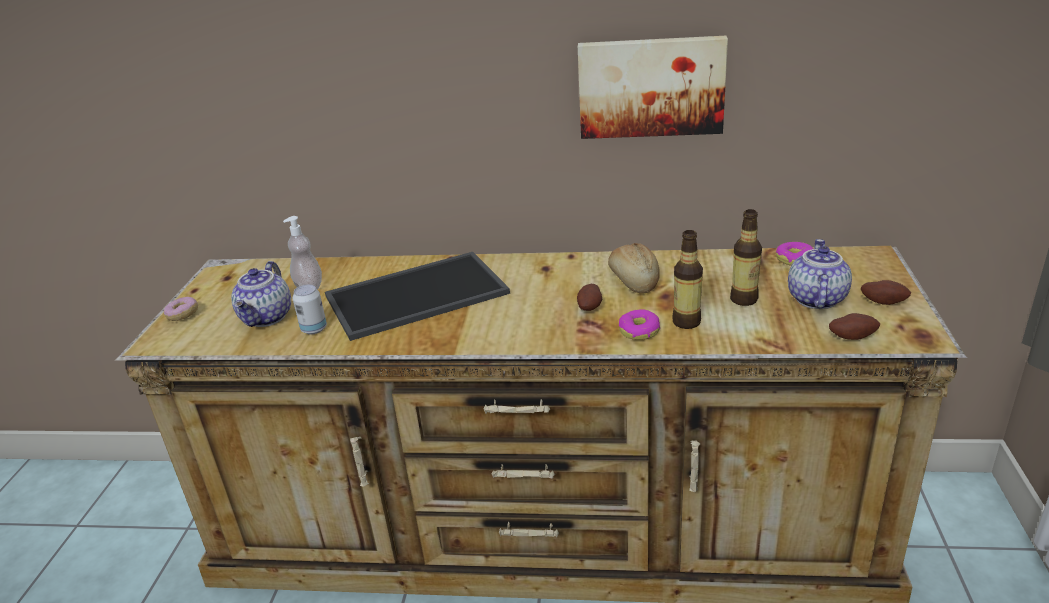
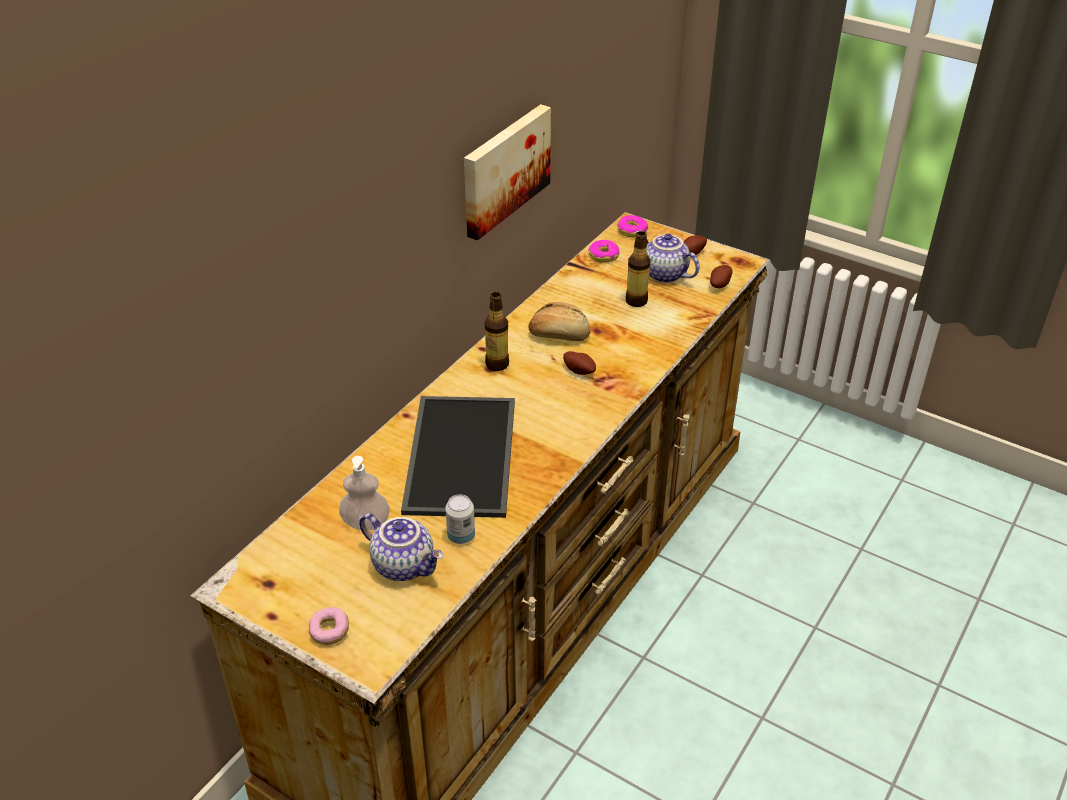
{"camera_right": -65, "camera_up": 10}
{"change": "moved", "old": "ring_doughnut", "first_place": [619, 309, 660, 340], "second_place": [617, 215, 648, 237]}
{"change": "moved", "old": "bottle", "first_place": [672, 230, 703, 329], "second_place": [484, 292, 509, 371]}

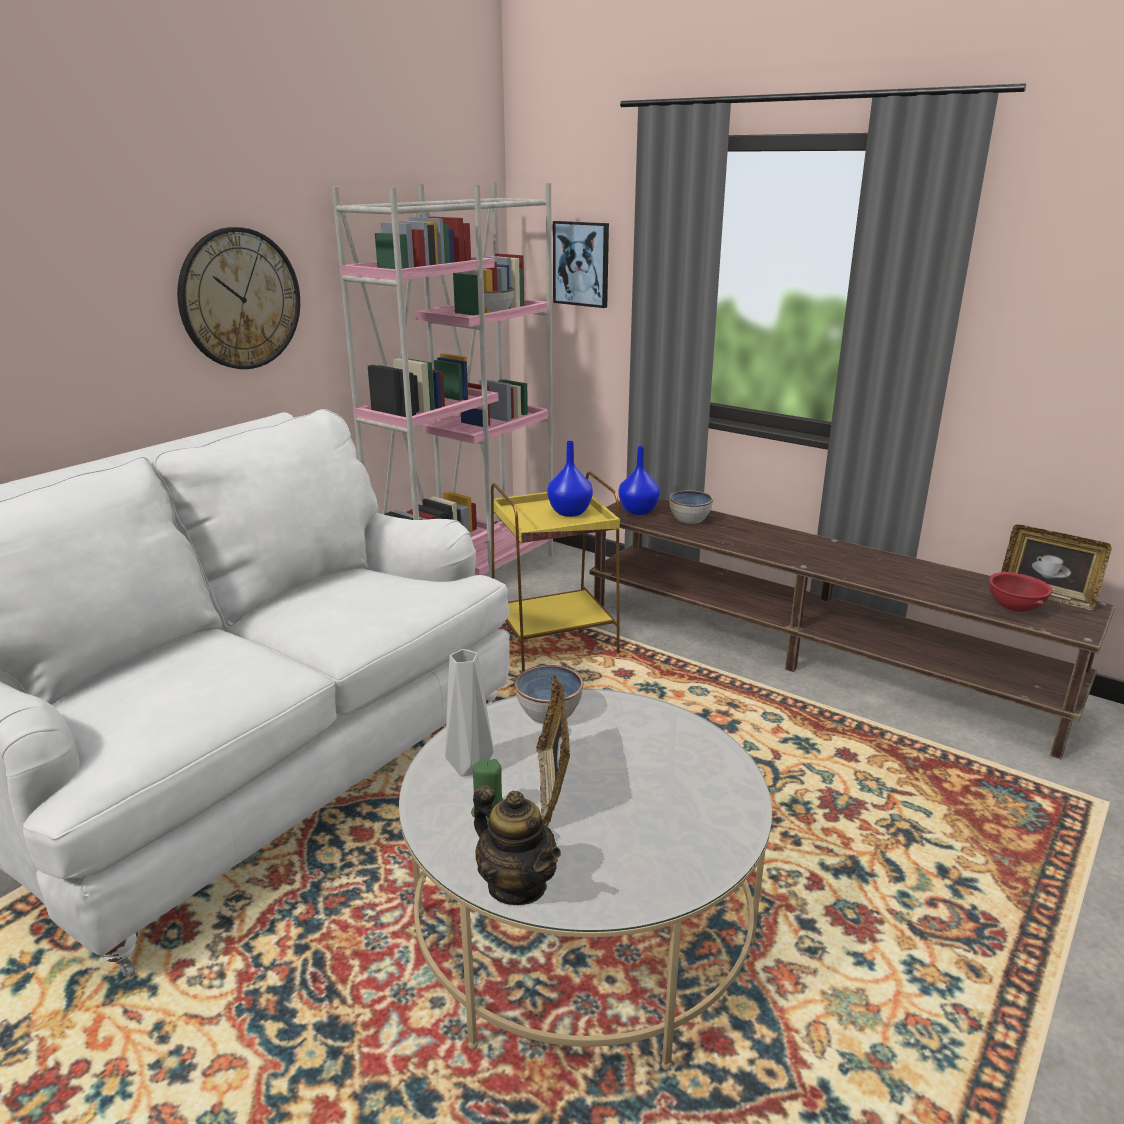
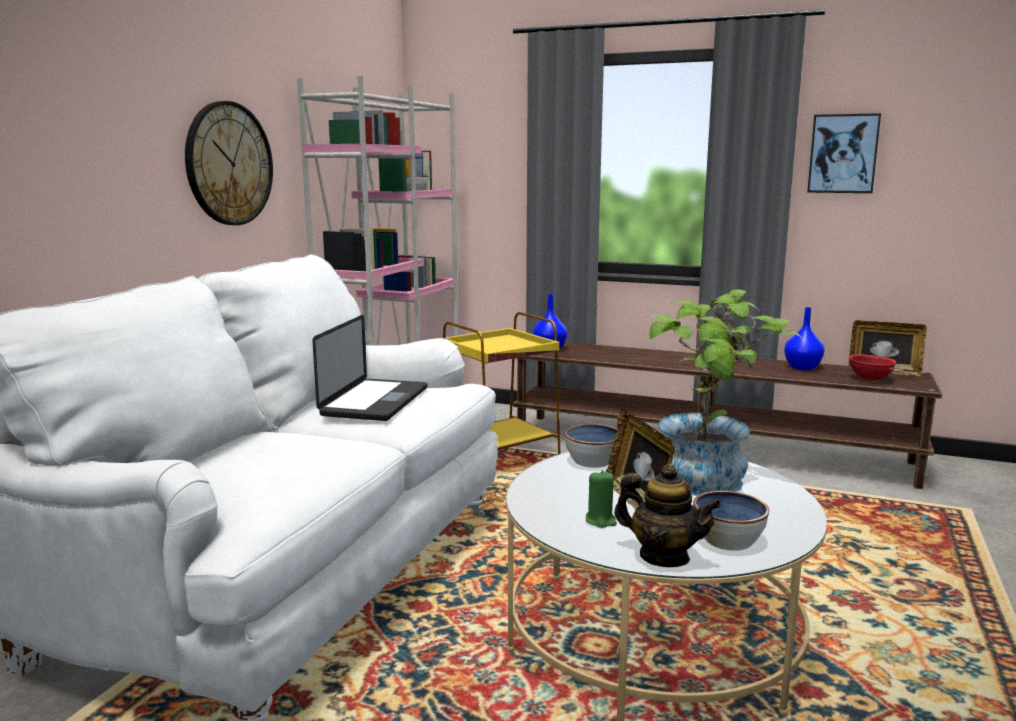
{"camera_right": -15, "camera_up": -10}
{"change": "removed", "old": "gray_vase", "first_place": [445, 649, 493, 776]}
{"change": "added", "new": "notebook_computer", "second_place": [312, 315, 428, 421]}
{"change": "added", "new": "potted_plant", "second_place": [647, 289, 804, 496]}
{"change": "moved", "old": "bluish_vase", "first_place": [547, 441, 593, 517], "second_place": [784, 307, 824, 370]}
{"change": "moved", "old": "wall_art", "first_place": [553, 221, 609, 308], "second_place": [807, 113, 881, 193]}
{"change": "moved", "old": "deep_dish", "first_place": [669, 490, 713, 524], "second_place": [693, 491, 769, 551]}

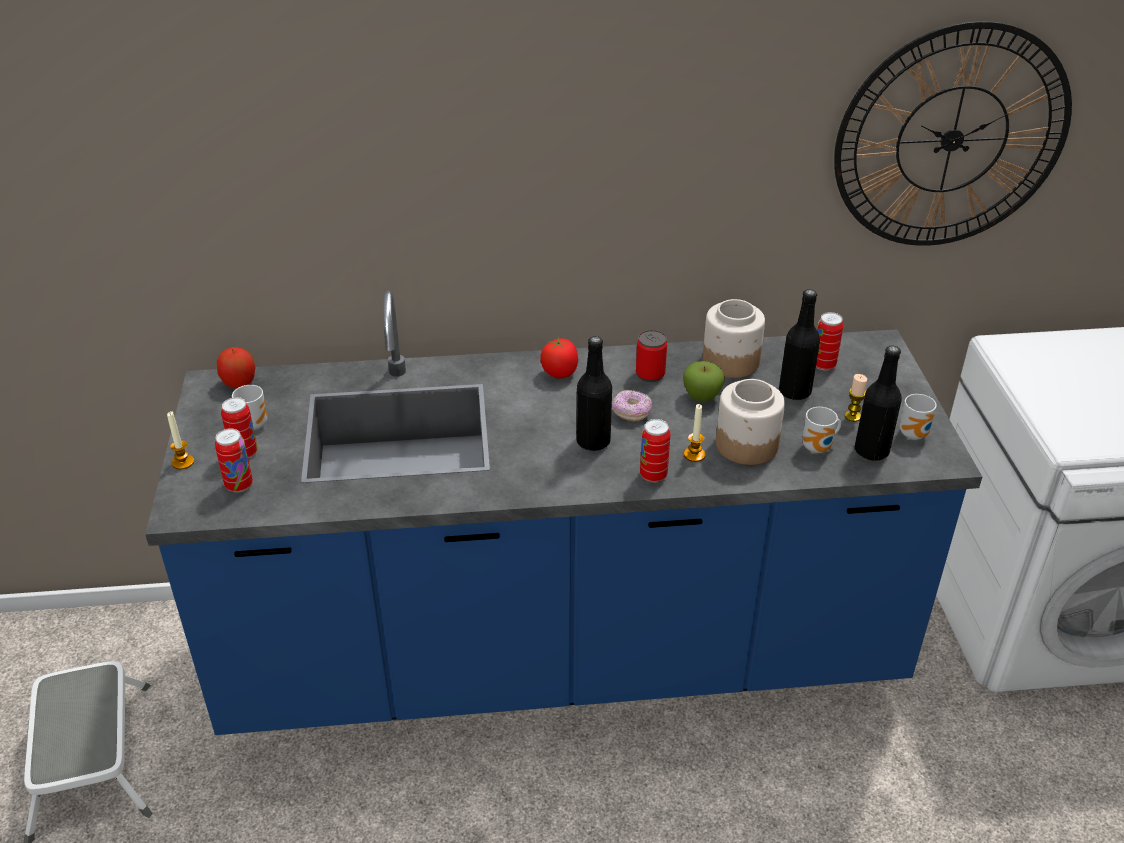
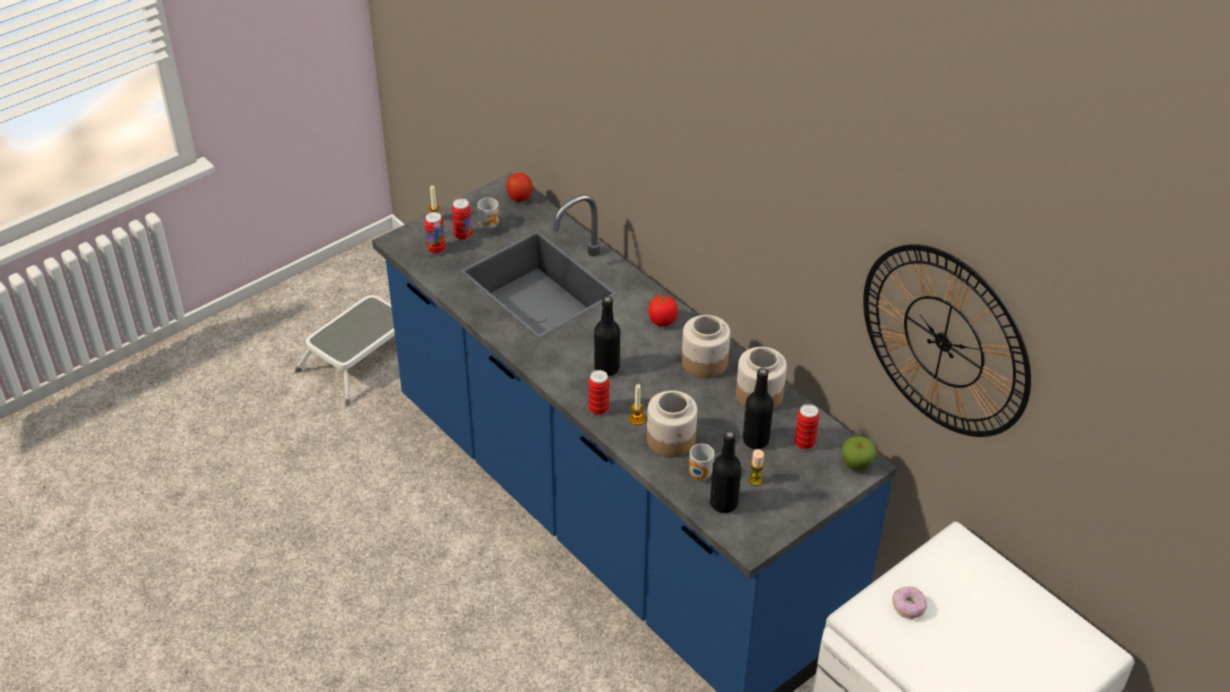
{"camera_right": 55, "camera_up": 5}
{"change": "removed", "old": "mug", "first_place": [900, 394, 937, 440]}
{"change": "moved", "old": "ring_doughnut", "first_place": [613, 390, 652, 421], "second_place": [892, 586, 927, 619]}
{"change": "moved", "old": "whole_apple", "first_place": [683, 361, 725, 402], "second_place": [841, 436, 877, 470]}
{"change": "replaced", "old": "metal_can", "new": "preserve_jar", "first_place": [636, 330, 667, 382], "second_place": [682, 315, 730, 378]}

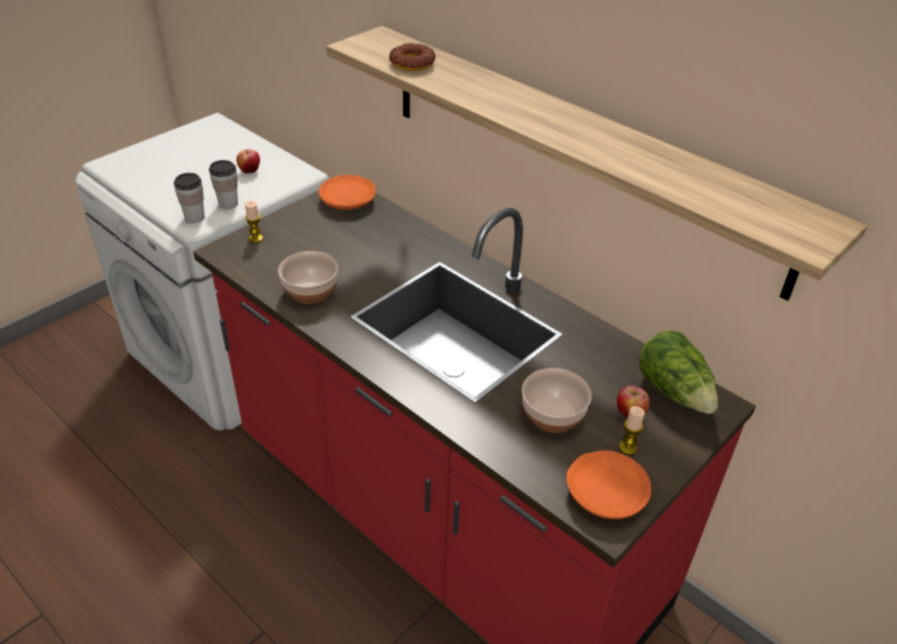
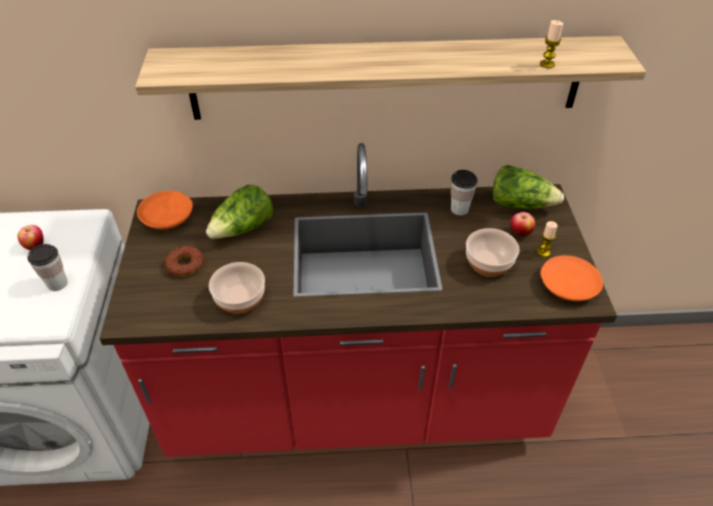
{"camera_right": -45, "camera_up": 5}
{"change": "added", "new": "lettuce", "second_place": [206, 185, 273, 239]}
{"change": "moved", "old": "small_cup", "first_place": [174, 173, 205, 223], "second_place": [451, 170, 478, 215]}
{"change": "moved", "old": "wax_light", "first_place": [245, 201, 263, 243], "second_place": [540, 20, 563, 68]}
{"change": "moved", "old": "ring_doughnut", "first_place": [389, 43, 436, 71], "second_place": [165, 246, 204, 276]}

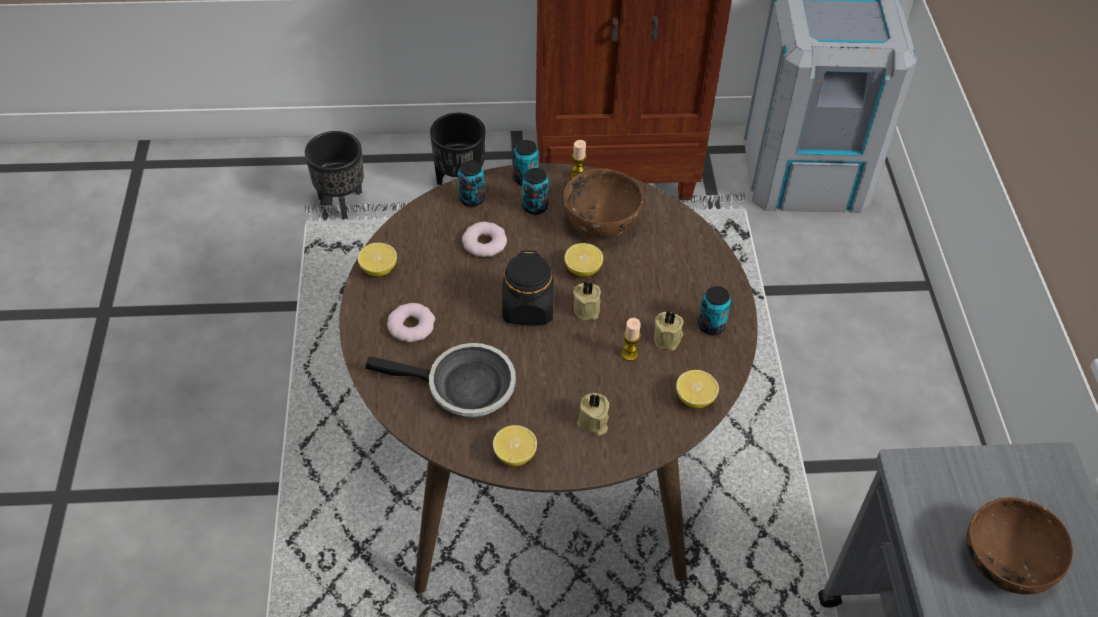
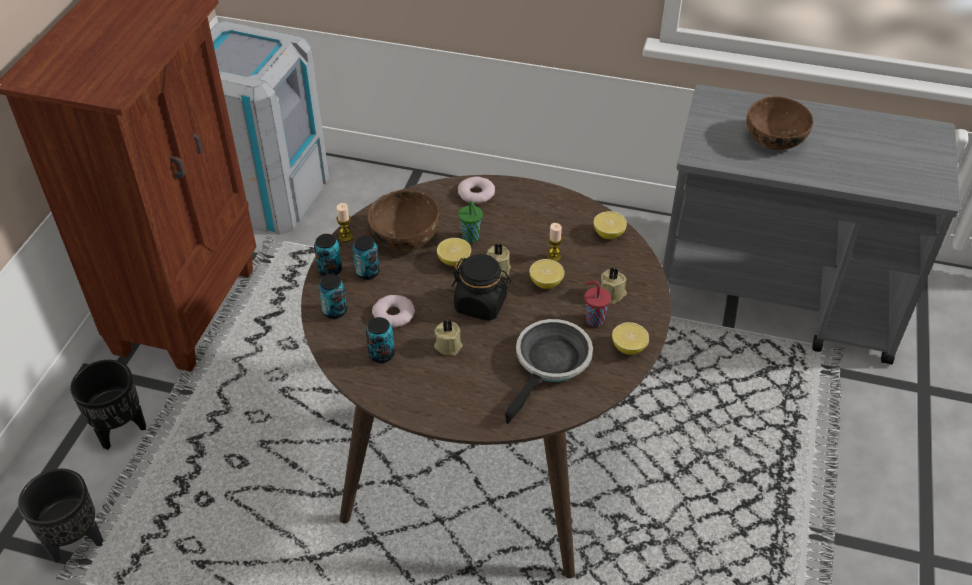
{"camera_right": -70, "camera_up": -5}
{"change": "added", "new": "greenish_small_cup", "second_place": [458, 201, 483, 243]}
{"change": "added", "new": "red_small_cup", "second_place": [584, 280, 611, 327]}
{"change": "moved", "old": "whole_lemon", "first_place": [358, 243, 397, 276], "second_place": [529, 259, 565, 289]}
{"change": "moved", "old": "ring_doughnut", "first_place": [387, 303, 435, 343], "second_place": [458, 177, 495, 204]}
{"change": "moved", "old": "sand-coloured_wax_light", "first_place": [654, 311, 683, 351], "second_place": [434, 320, 462, 356]}
{"change": "moved", "old": "metal_can", "first_place": [698, 286, 731, 335], "second_place": [366, 317, 395, 363]}

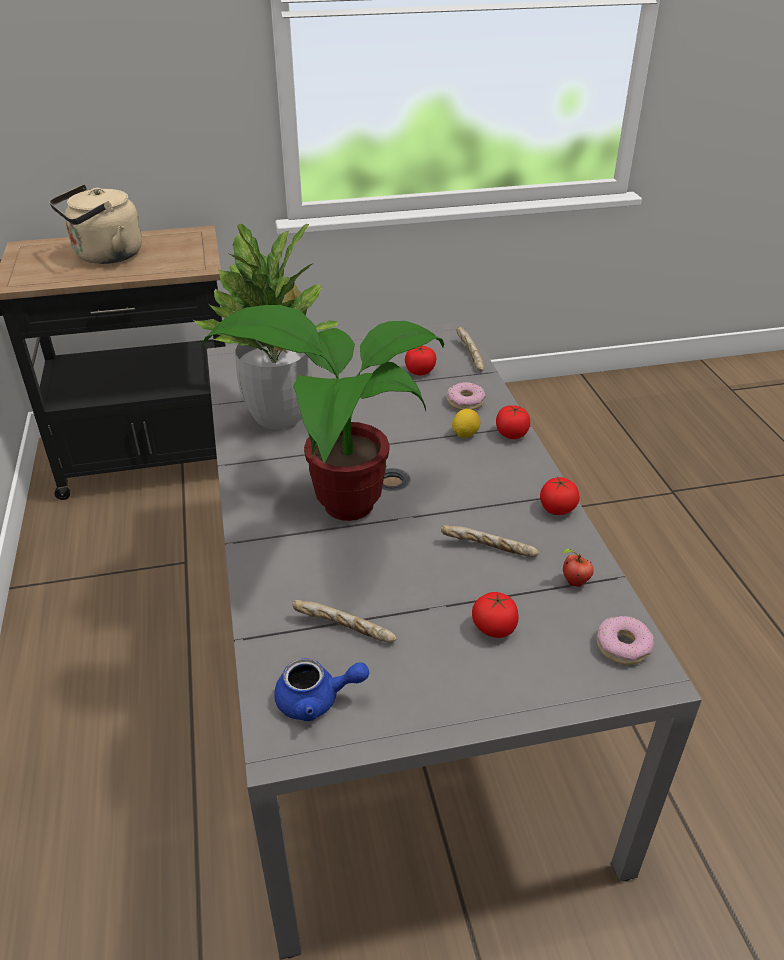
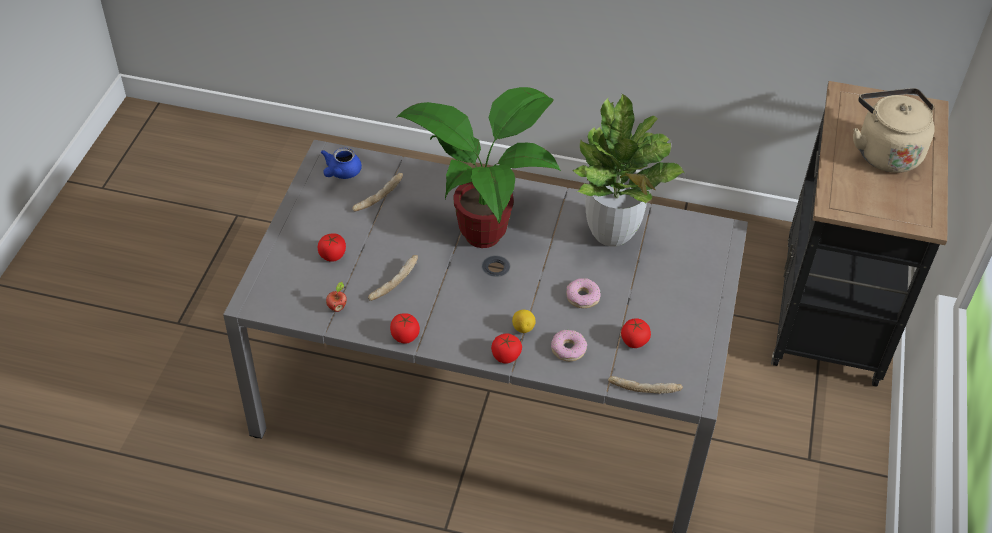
{"camera_right": 115, "camera_up": 10}
{"change": "moved", "old": "ring_doughnut", "first_place": [596, 616, 654, 665], "second_place": [566, 278, 601, 308]}

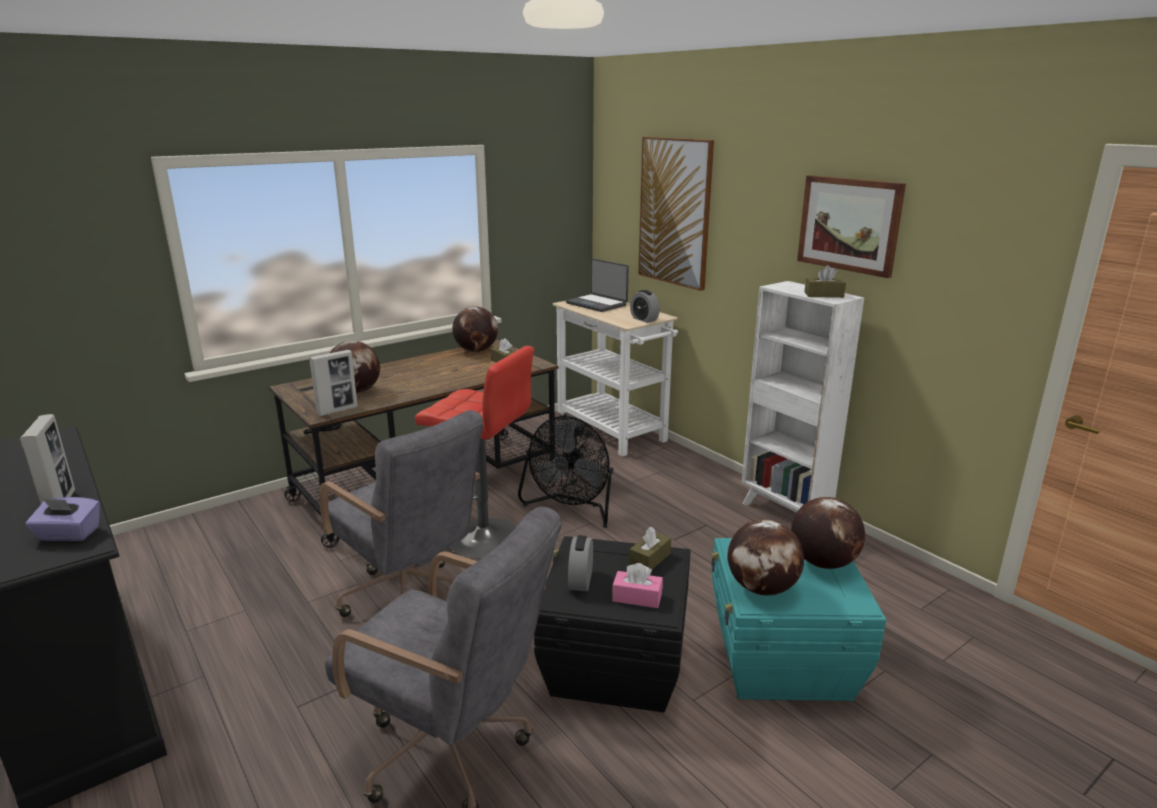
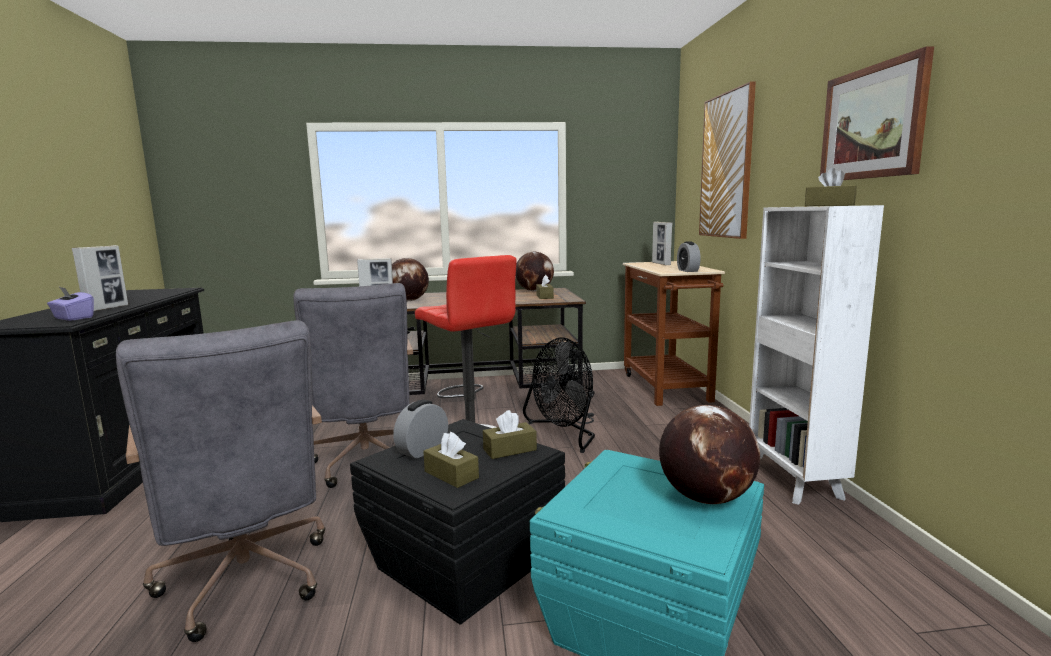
{"camera_right": 30, "camera_up": -10}
{"change": "removed", "old": "world_globe", "first_place": [727, 519, 804, 596]}
{"change": "replaced", "old": "notebook_computer", "new": "photo_frame", "first_place": [566, 259, 629, 312], "second_place": [652, 222, 672, 265]}
{"change": "recoloured", "old": "white-coloured_cart", "new": "brown_cart", "first_place": [553, 301, 678, 457], "second_place": [623, 261, 725, 406]}
{"change": "recoloured", "old": "pink-coloured_tissue_holder", "new": "brown_tissue_holder", "first_place": [612, 563, 663, 608], "second_place": [423, 432, 479, 488]}

